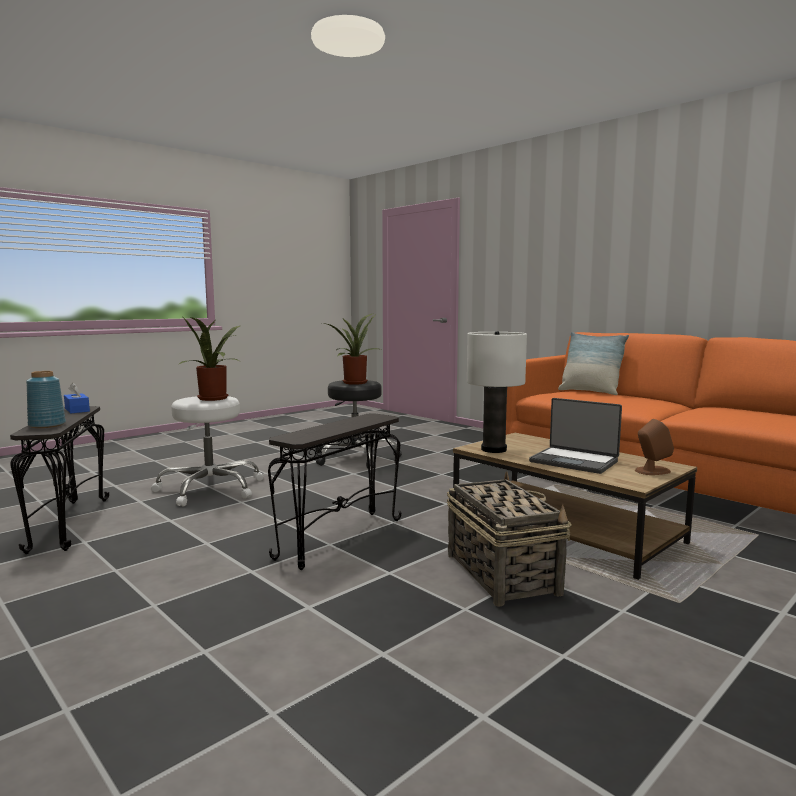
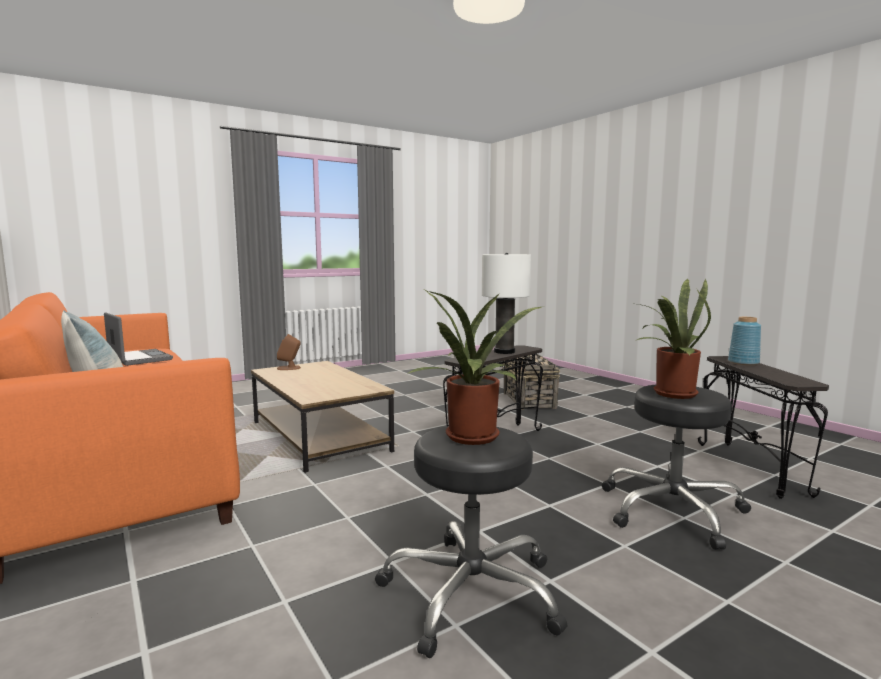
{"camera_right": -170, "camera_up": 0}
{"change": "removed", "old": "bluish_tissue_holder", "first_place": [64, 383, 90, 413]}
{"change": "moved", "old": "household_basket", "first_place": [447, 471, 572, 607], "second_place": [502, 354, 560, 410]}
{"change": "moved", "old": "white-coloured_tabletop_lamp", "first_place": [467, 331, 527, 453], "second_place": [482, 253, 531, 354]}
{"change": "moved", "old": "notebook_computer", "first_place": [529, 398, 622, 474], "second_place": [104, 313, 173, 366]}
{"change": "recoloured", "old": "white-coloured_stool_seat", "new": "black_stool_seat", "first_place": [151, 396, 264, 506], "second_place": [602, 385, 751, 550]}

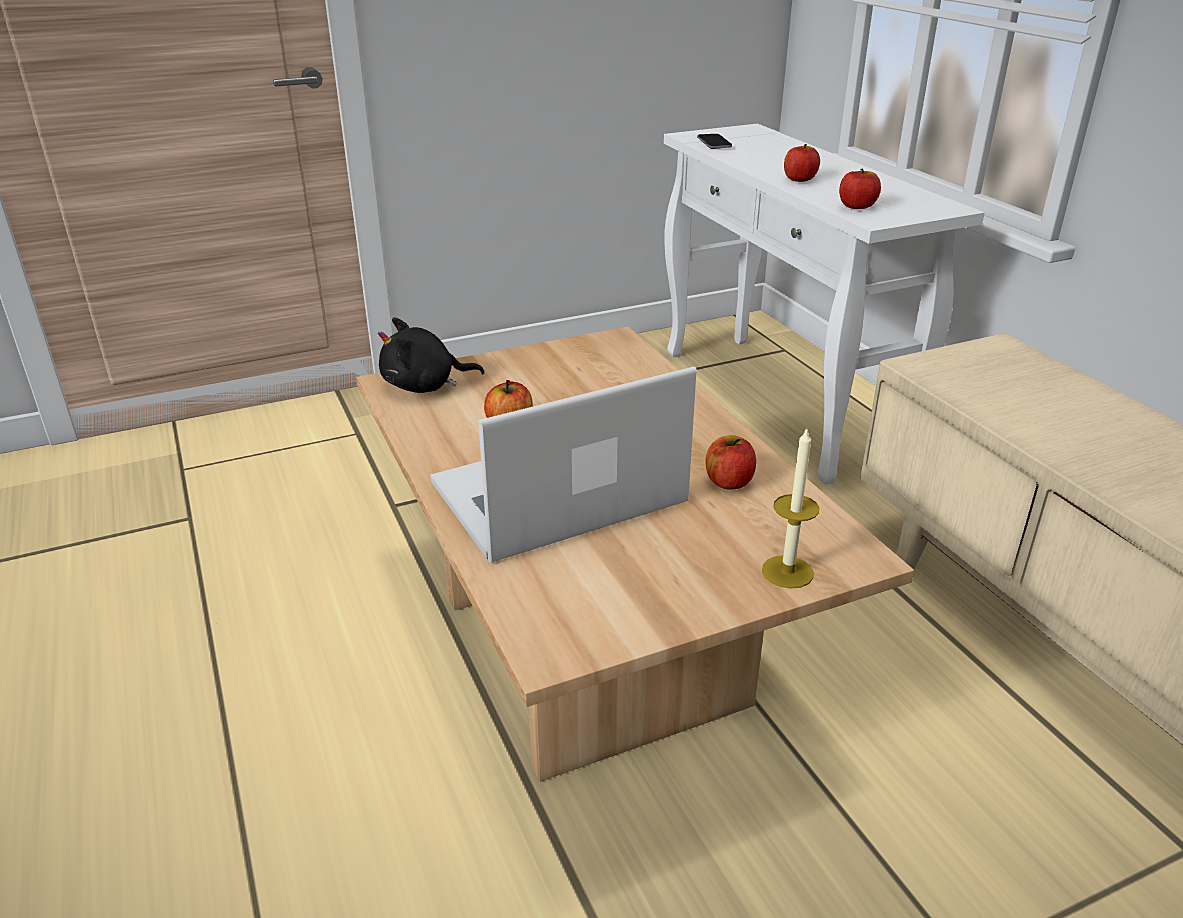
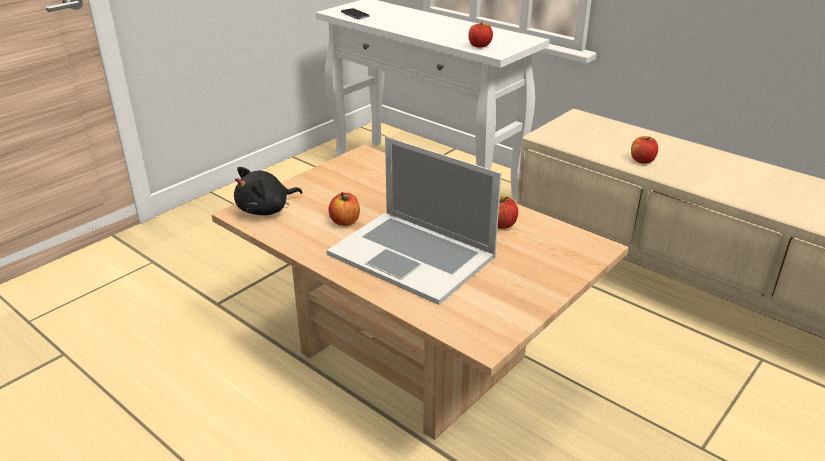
{"camera_right": -25, "camera_up": 0}
{"change": "removed", "old": "wax_light", "first_place": [762, 429, 820, 588]}
{"change": "moved", "old": "whole_apple", "first_place": [784, 144, 820, 182], "second_place": [631, 136, 658, 164]}
{"change": "turned", "old": "notebook_computer", "first_place": [430, 366, 697, 563], "second_place": [327, 137, 501, 305], "degrees": -90}

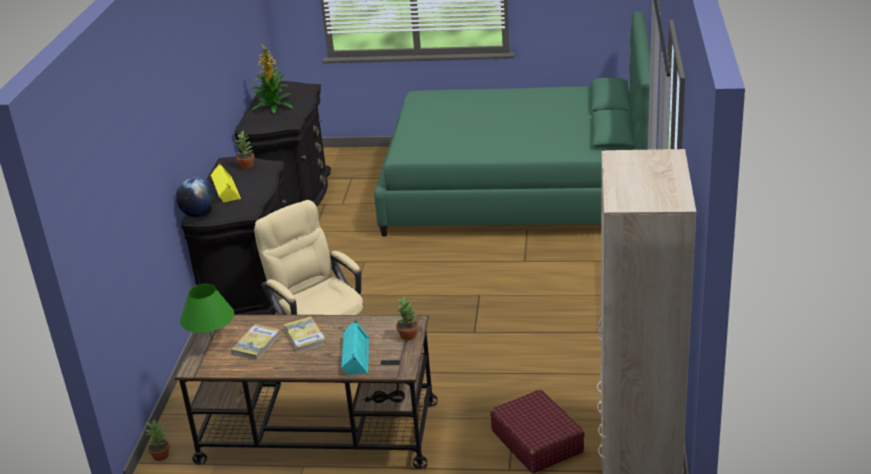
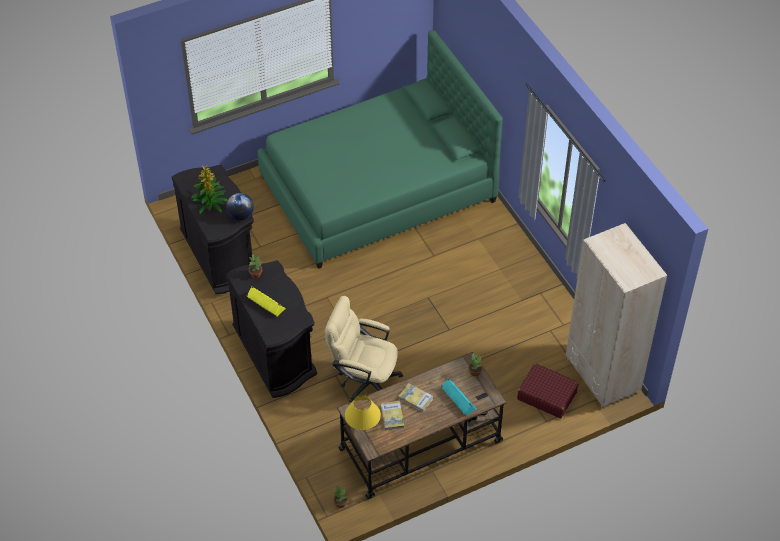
{"camera_right": -35, "camera_up": 20}
{"change": "moved", "old": "world_globe", "first_place": [176, 177, 217, 217], "second_place": [226, 193, 254, 220]}
{"change": "recoloured", "old": "greenish_tabletop_lamp", "new": "yellow-coloured_tabletop_lamp", "first_place": [180, 284, 234, 340], "second_place": [345, 396, 381, 430]}

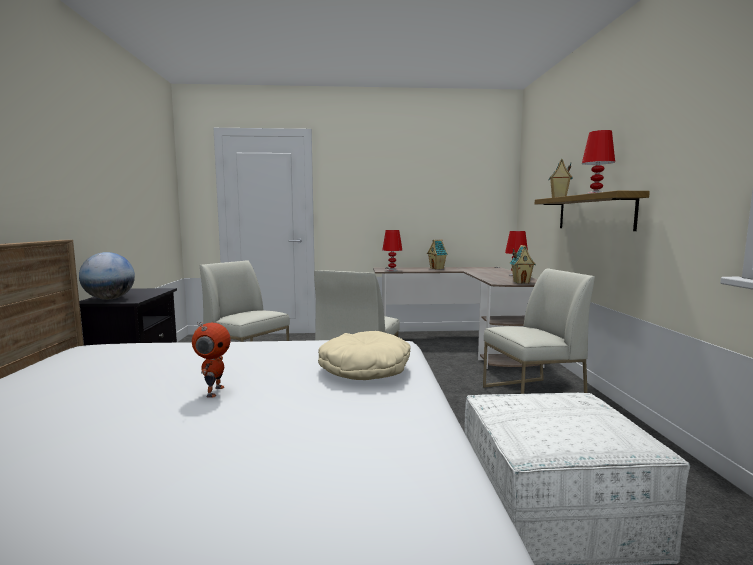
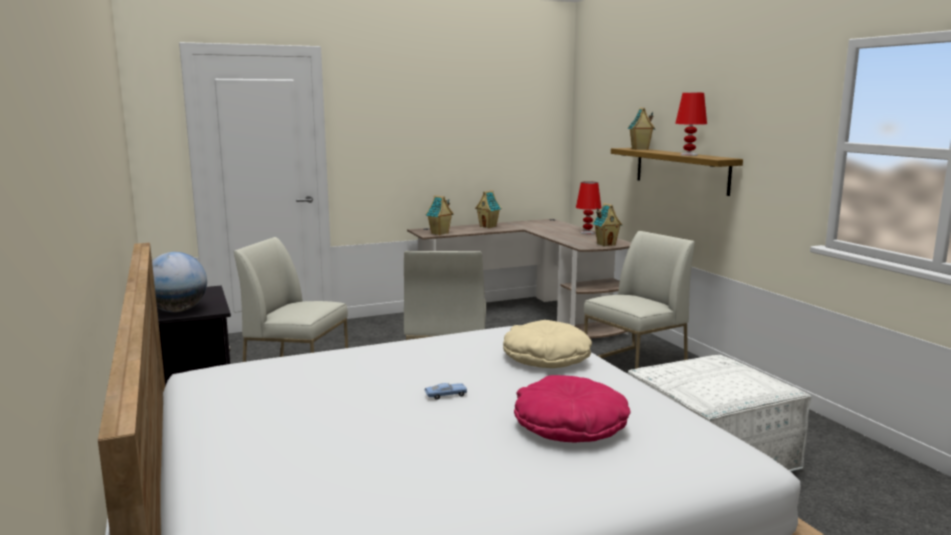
{"camera_right": -20, "camera_up": 5}
{"change": "added", "new": "pink-coloured_pillow", "second_place": [514, 375, 631, 442]}
{"change": "replaced", "old": "model_robot", "new": "bluish_miniature_car", "first_place": [192, 322, 231, 398], "second_place": [425, 383, 467, 400]}
{"change": "replaced", "old": "red_tabletop_lamp", "new": "miniature_house", "first_place": [382, 230, 402, 271], "second_place": [426, 195, 453, 235]}

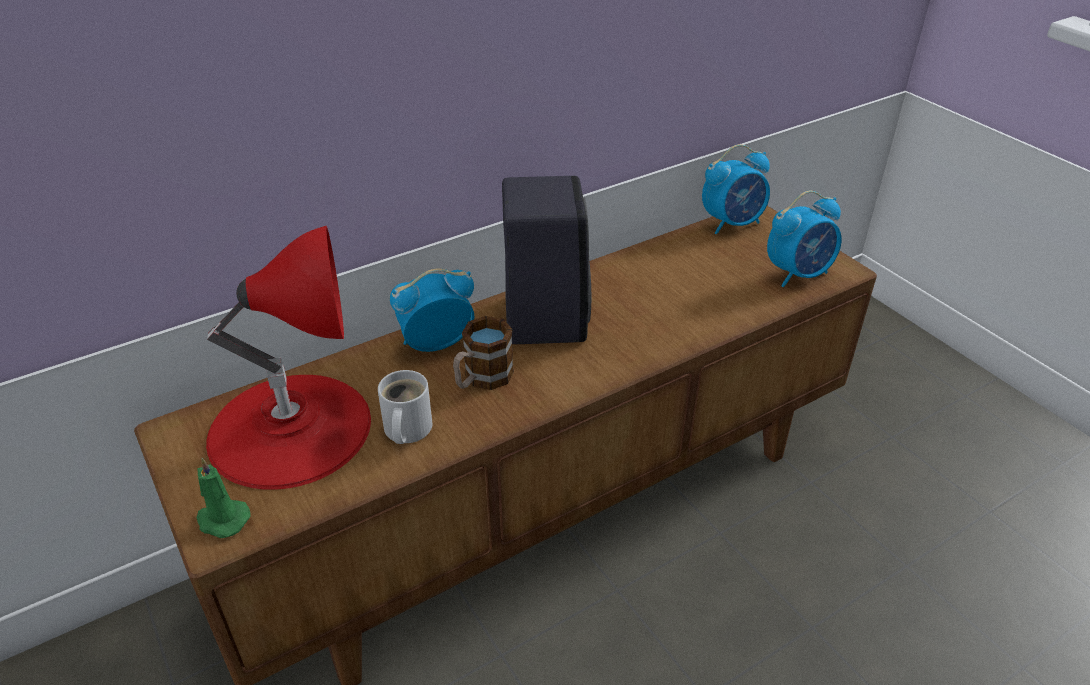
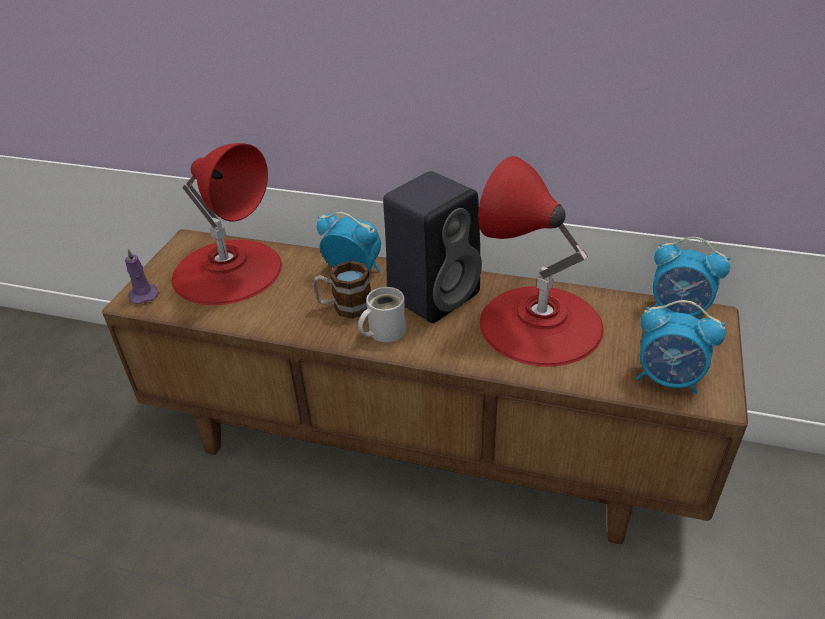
{"camera_right": 50, "camera_up": 0}
{"change": "added", "new": "red_tabletop_lamp", "second_place": [478, 156, 604, 367]}
{"change": "moved", "old": "white-coloured_mug", "first_place": [378, 370, 432, 444], "second_place": [358, 287, 406, 343]}
{"change": "recoloured", "old": "greenish_wax_light", "new": "purplish_wax_light", "first_place": [197, 458, 250, 538], "second_place": [125, 248, 159, 304]}

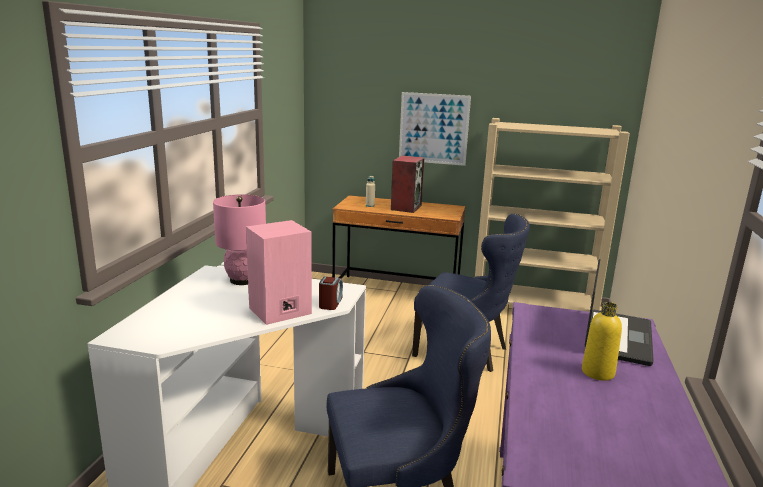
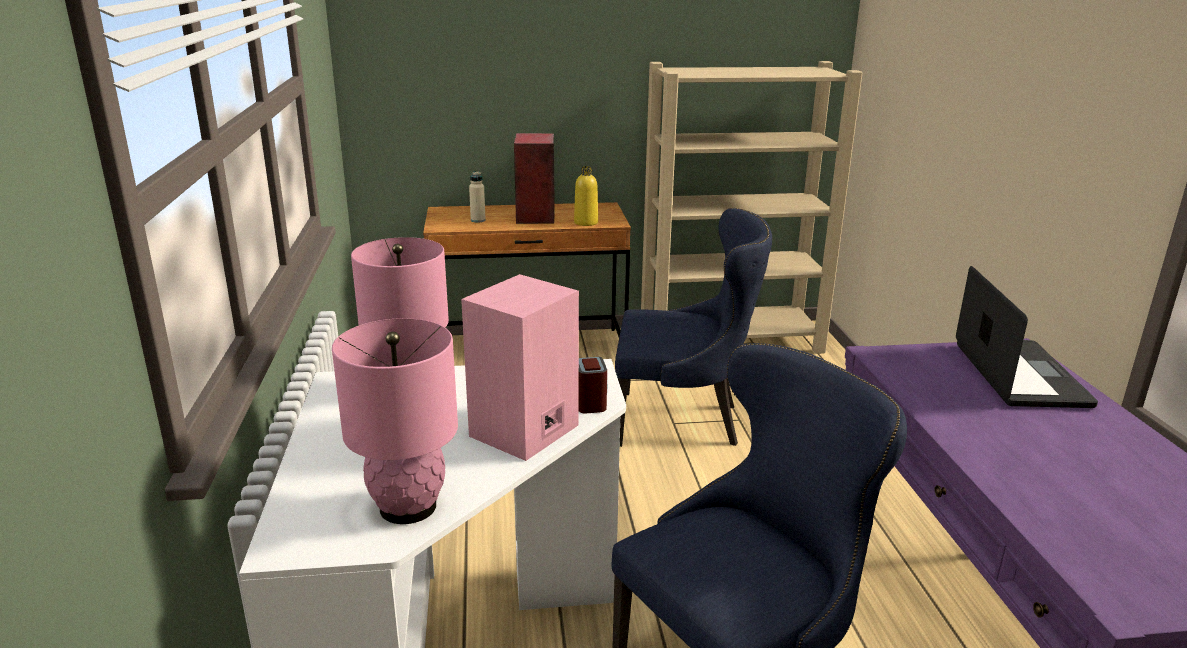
{"camera_right": -20, "camera_up": 5}
{"change": "removed", "old": "wall_art", "first_place": [399, 92, 471, 166]}
{"change": "added", "new": "pink-coloured_tabletop_lamp", "second_place": [332, 318, 458, 524]}
{"change": "moved", "old": "yellow-coloured_bottle", "first_place": [582, 302, 622, 381], "second_place": [574, 166, 598, 226]}

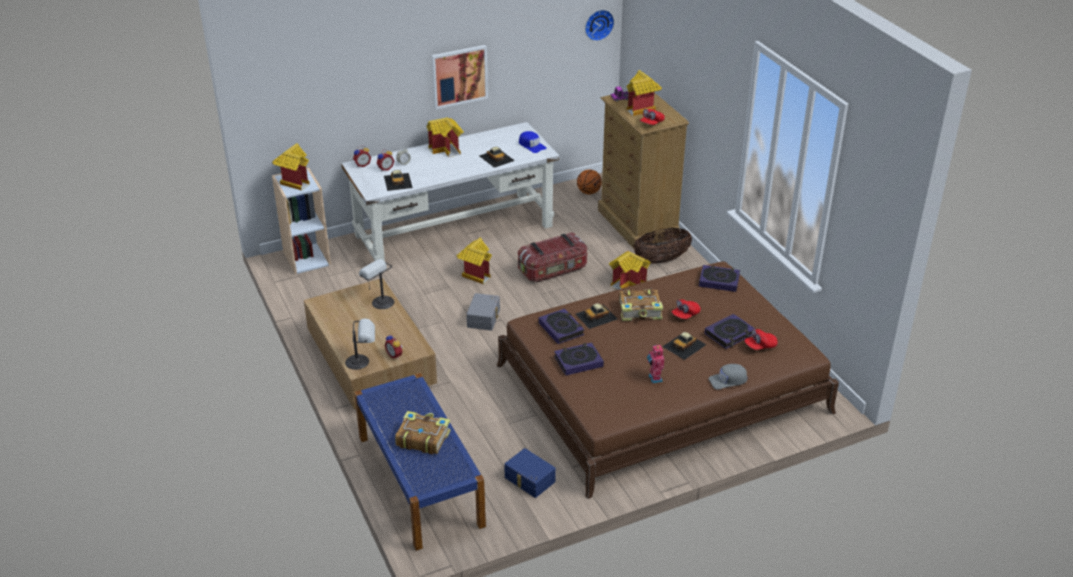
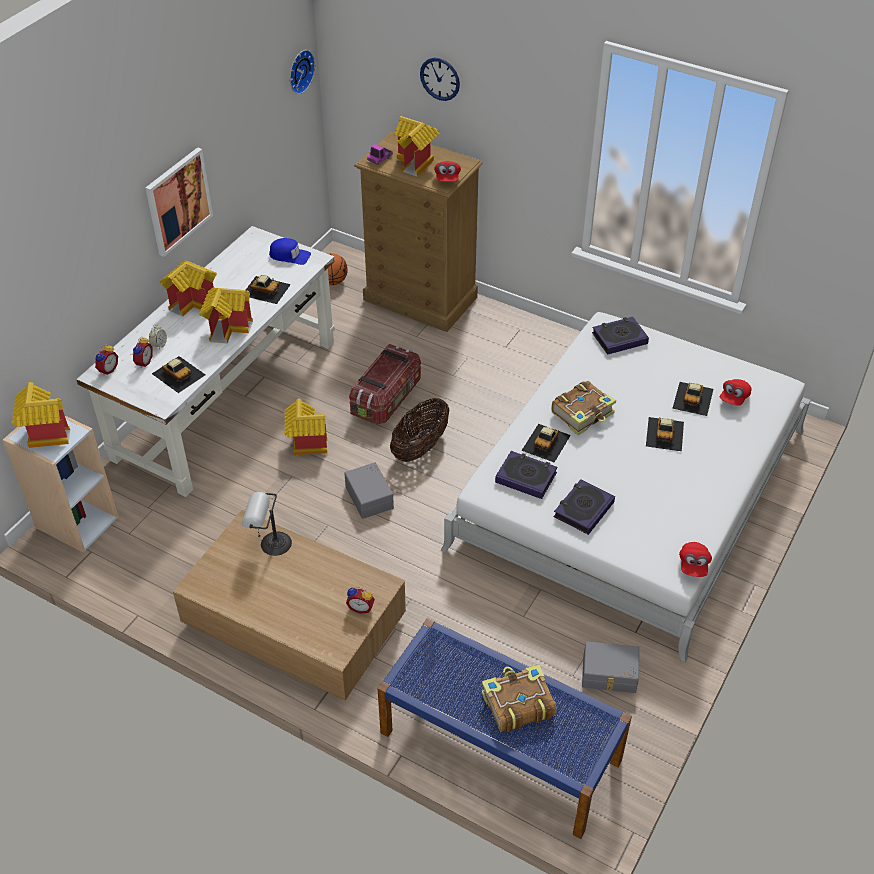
{"camera_right": -35, "camera_up": 10}
{"change": "removed", "old": "tabletop_lamp", "first_place": [345, 319, 375, 370]}
{"change": "removed", "old": "model_robot", "first_place": [647, 344, 664, 383]}
{"change": "removed", "old": "gray_peaked_cap", "first_place": [708, 364, 748, 390]}
{"change": "added", "new": "hanging_clock", "second_place": [420, 58, 460, 101]}
{"change": "moved", "old": "miniature_house", "first_place": [609, 251, 651, 290], "second_place": [199, 288, 253, 344]}
{"change": "moved", "old": "household_basket", "first_place": [634, 228, 692, 264], "second_place": [390, 398, 449, 462]}
{"change": "moved", "old": "red_peaked_cap", "first_place": [671, 299, 701, 319], "second_place": [679, 542, 712, 577]}
{"change": "replaced", "old": "book", "new": "miniature_car", "first_place": [705, 314, 755, 349], "second_place": [672, 382, 713, 416]}
{"change": "recoloured", "old": "brown_sleeping_bed", "new": "white-coloured_sleeping_bed", "first_place": [497, 261, 839, 499], "second_place": [441, 312, 811, 662]}
{"change": "recoloured", "old": "bluish_storage_container", "new": "gray_storage_container", "first_place": [504, 448, 556, 498], "second_place": [582, 641, 639, 693]}

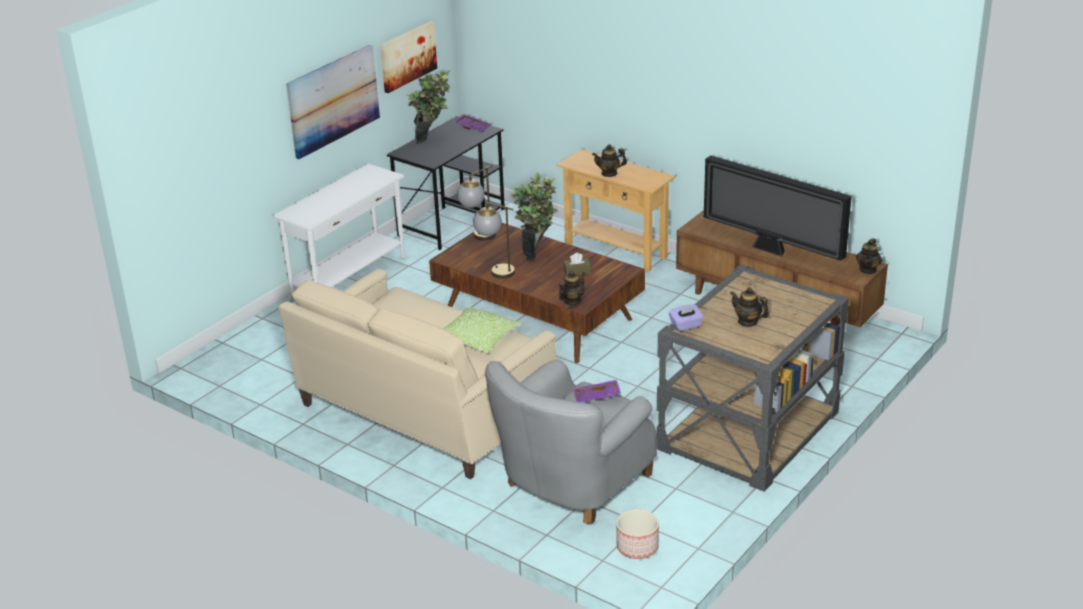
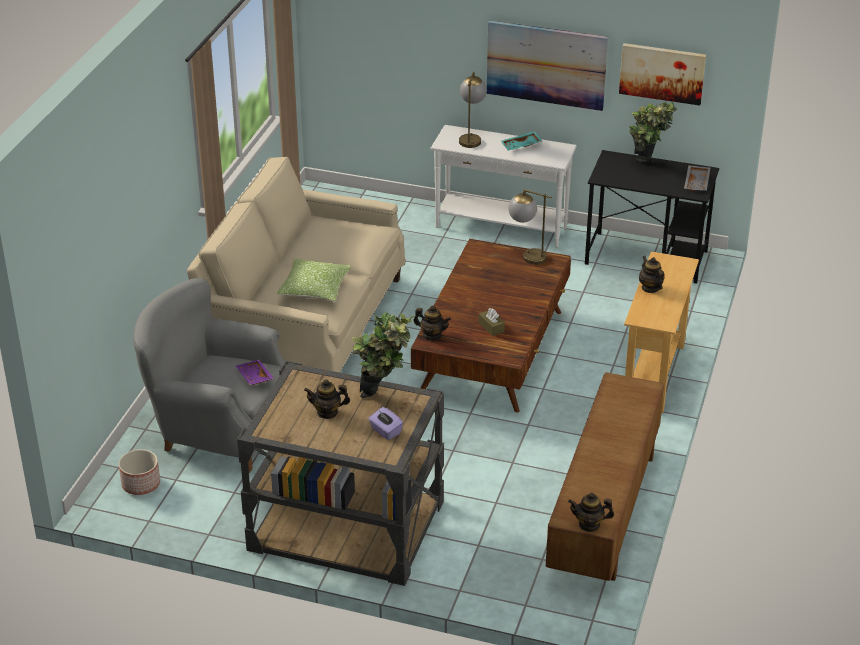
{"camera_right": 70, "camera_up": 5}
{"change": "removed", "old": "television", "first_place": [704, 155, 852, 261]}
{"change": "added", "new": "turquoise-coloured_carrying_tray", "second_place": [501, 131, 542, 151]}
{"change": "moved", "old": "tabletop_lamp", "first_place": [473, 202, 515, 279], "second_place": [459, 72, 487, 148]}
{"change": "moved", "old": "potted_plant", "first_place": [511, 173, 558, 262], "second_place": [352, 312, 414, 398]}
{"change": "moved", "old": "purplish_tissue_holder", "first_place": [669, 305, 704, 331], "second_place": [368, 407, 403, 440]}
{"change": "recoloured", "old": "purplish_carrying_tray", "new": "gray_carrying_tray", "first_place": [453, 114, 492, 132], "second_place": [684, 165, 711, 191]}
{"change": "turned", "old": "tea_pot", "first_place": [730, 287, 769, 327], "second_place": [304, 379, 350, 419], "degrees": -105}

